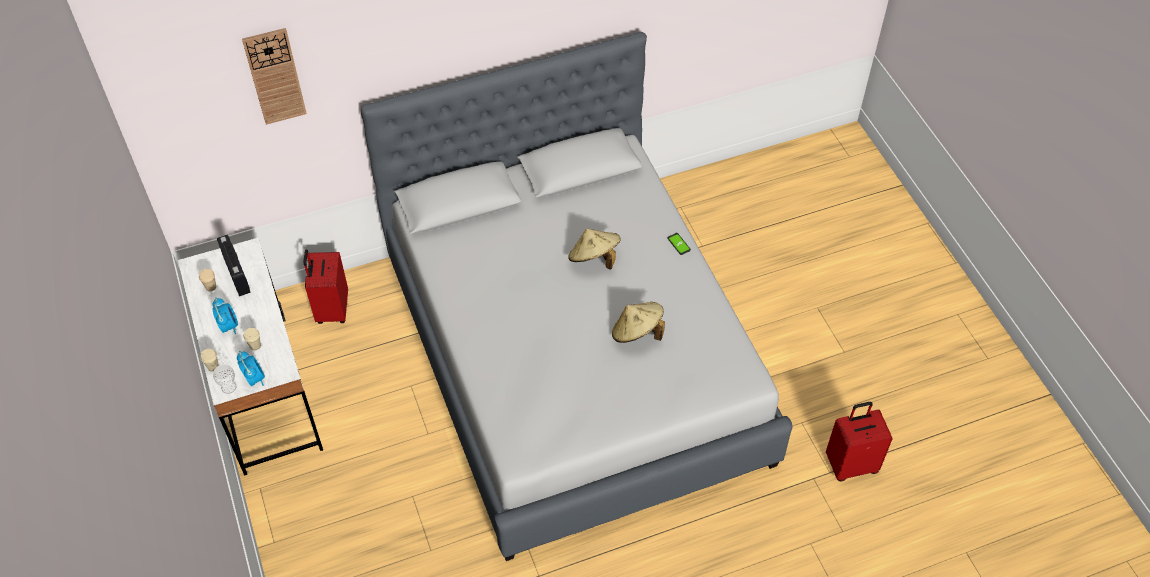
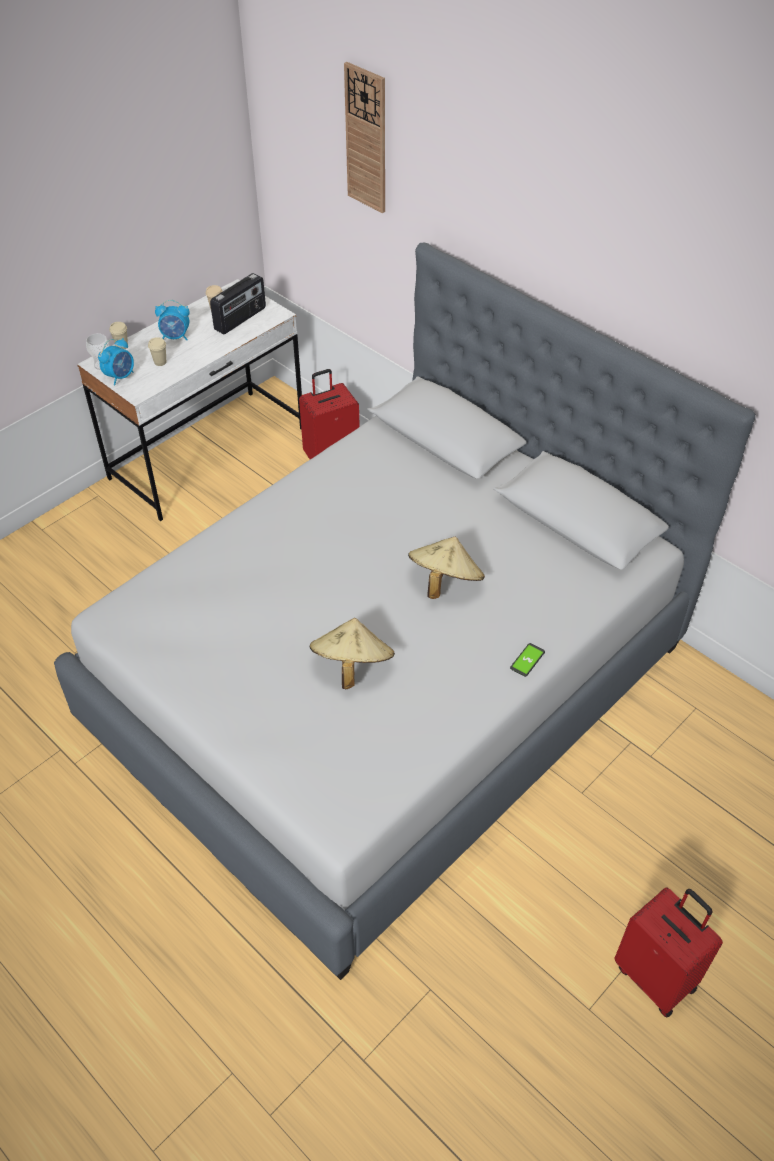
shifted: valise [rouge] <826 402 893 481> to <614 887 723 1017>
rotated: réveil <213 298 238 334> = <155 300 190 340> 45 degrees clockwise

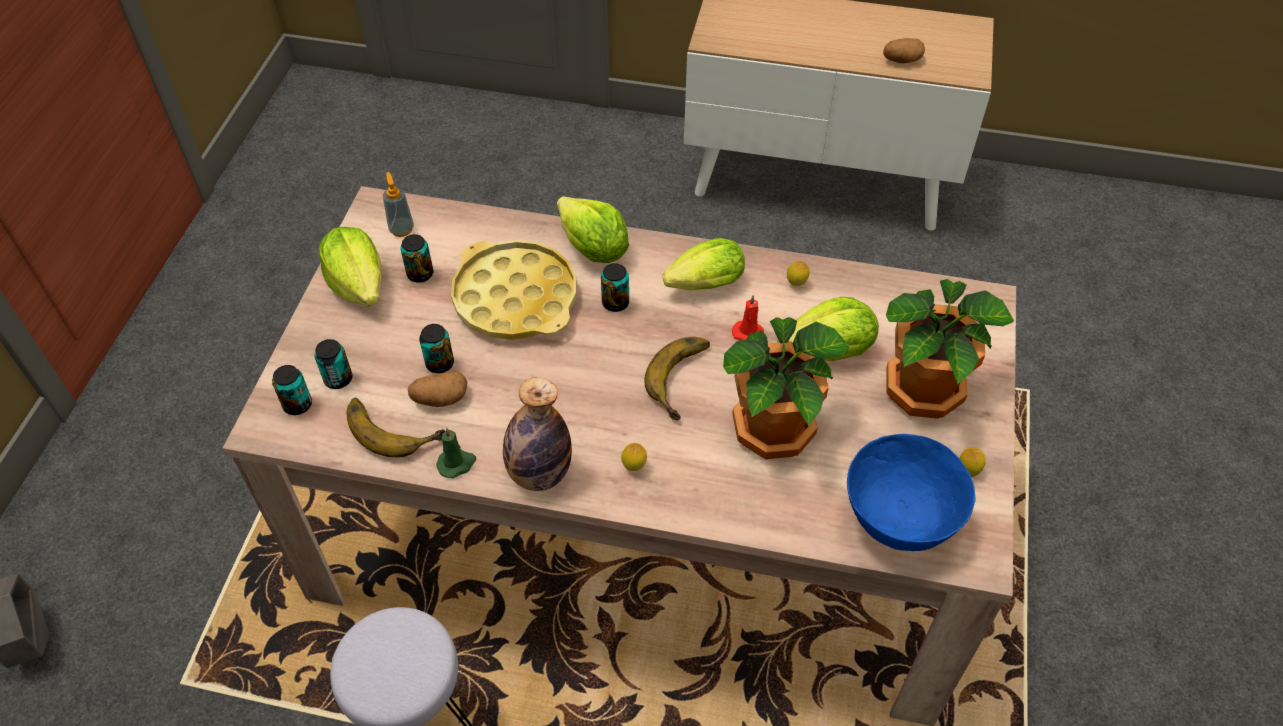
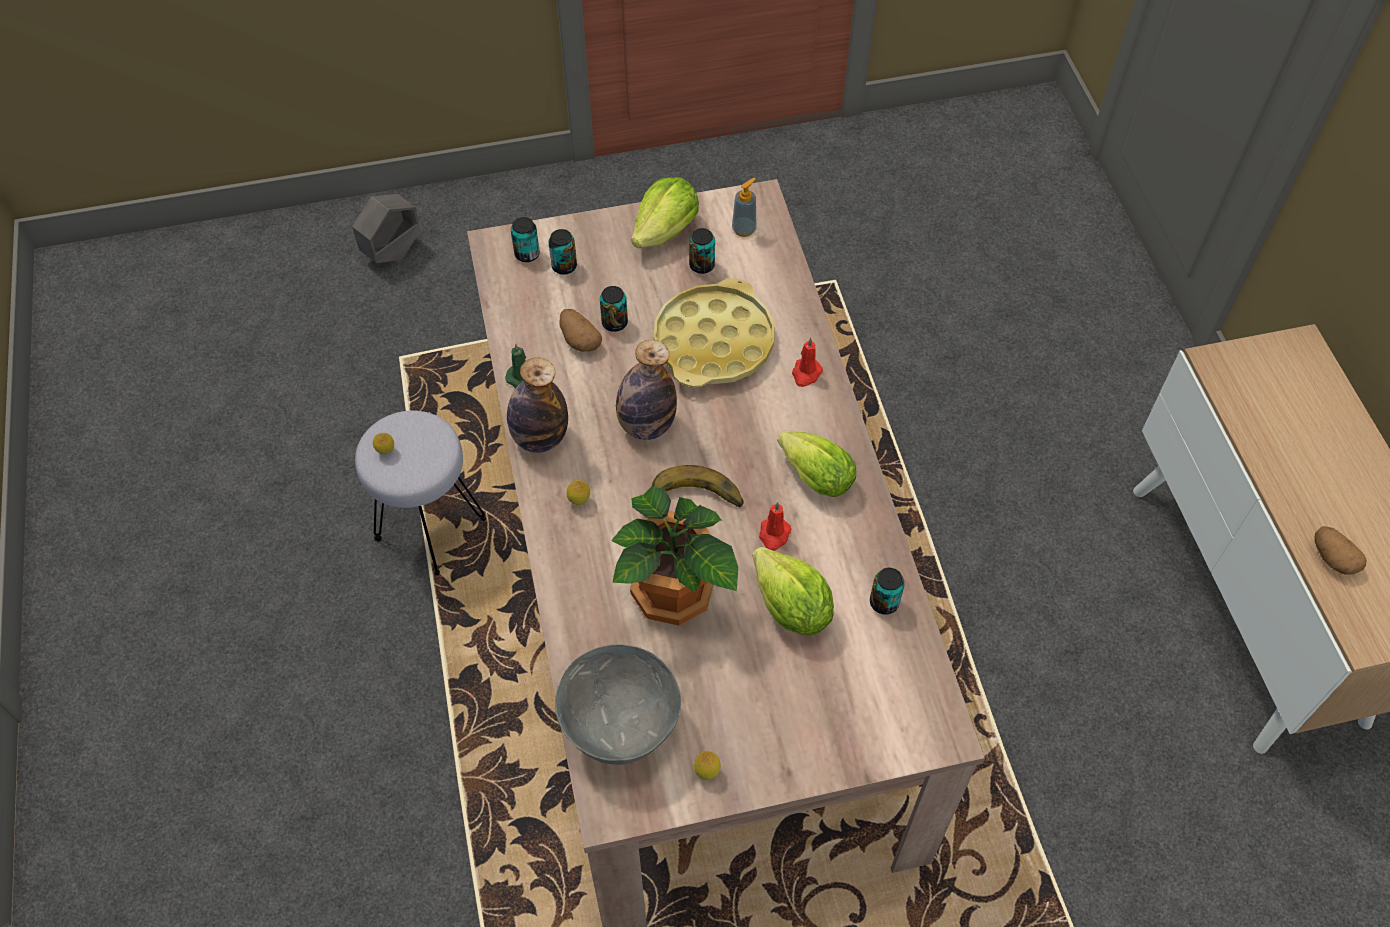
gone: plante en pot <886 279 1014 419>; banane <347 398 446 458>
new: bouteille <616 340 677 440>
shifted: citron <787 261 810 286> to <373 433 394 454>; boîte métallique <601 263 629 312> to <870 568 905 615>
swapped: laitue <557 196 629 263> to bougie [rouge] <792 338 823 387>
repainted: bol [bleu] <847 434 976 551> to bol [gris] <555 644 681 765>

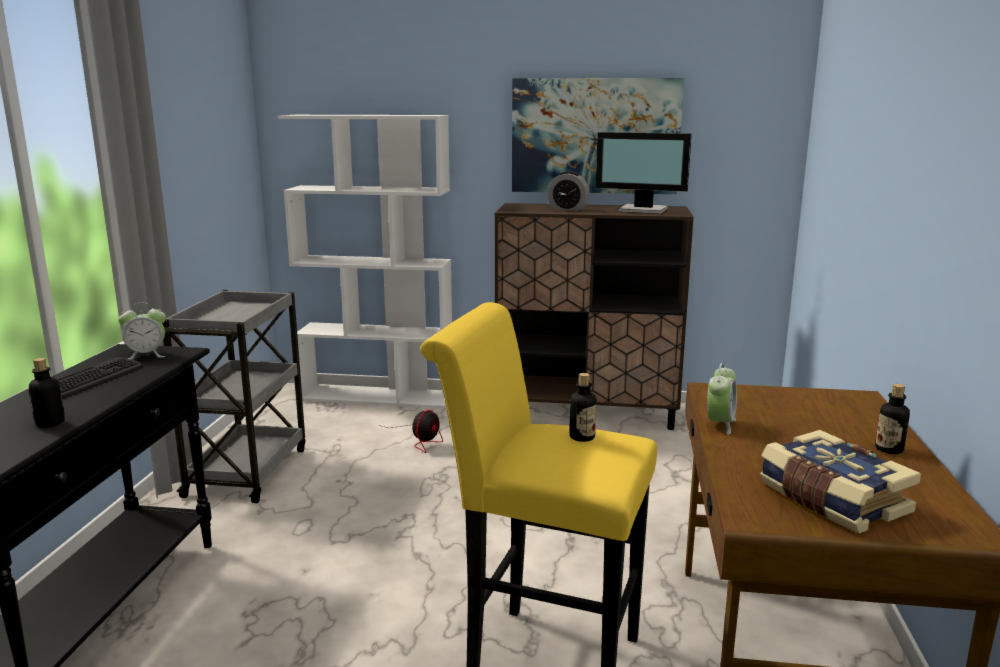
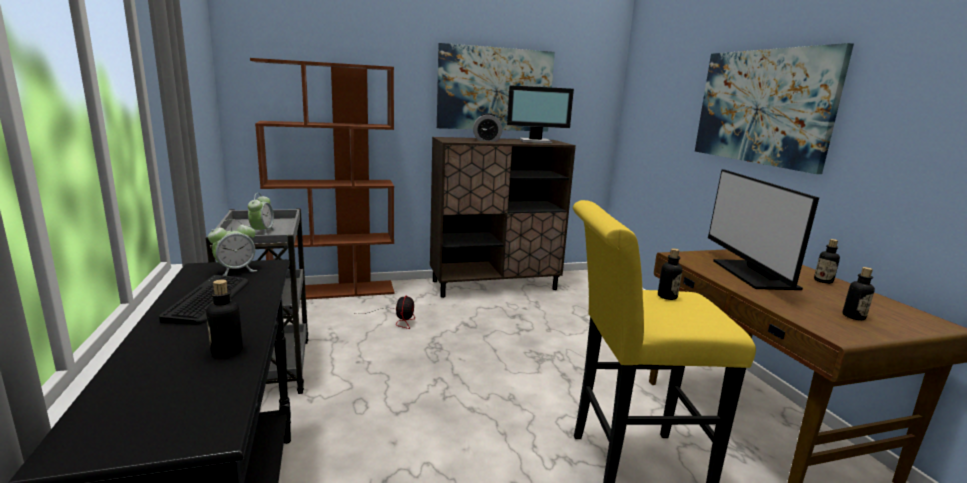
new: tableau <695 43 854 174>; écran d'ordinateur <708 169 819 290>
shifted: réveil <707 363 737 435> to <248 193 275 235>
swapped: livre <760 430 921 533> to bouteille <842 267 875 320>
repainted: bibliothèque [blanc] <278 115 452 409> to bibliothèque [marron] <250 58 394 300>

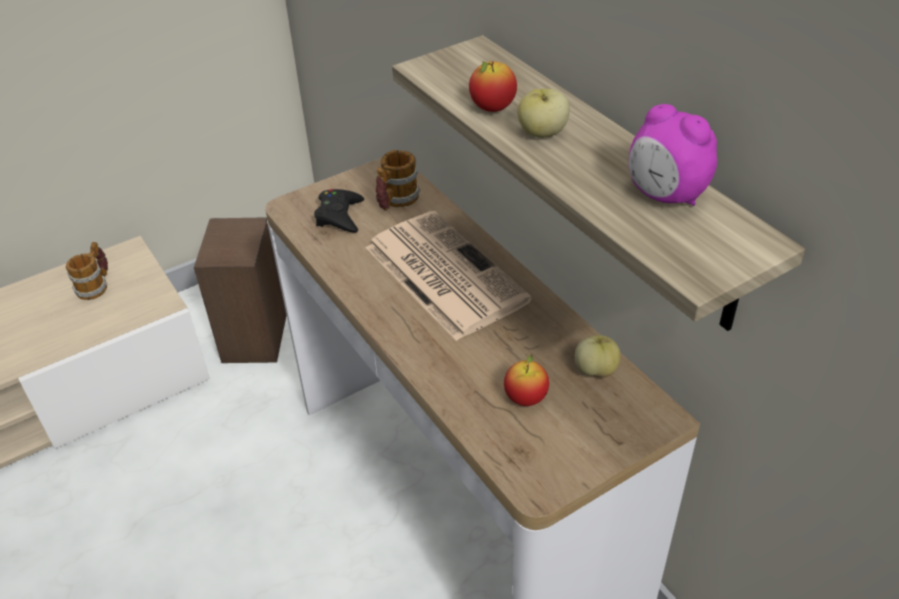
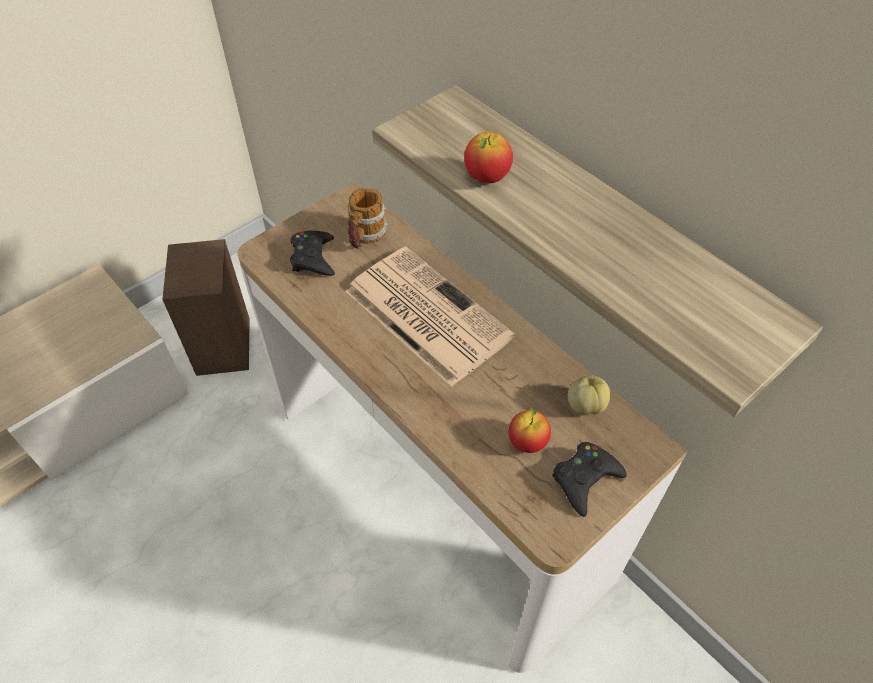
gone: pomme <517 89 570 138>; réveil <629 104 717 206>; mug <66 242 108 300>
new: manette [noir] <552 442 627 517>

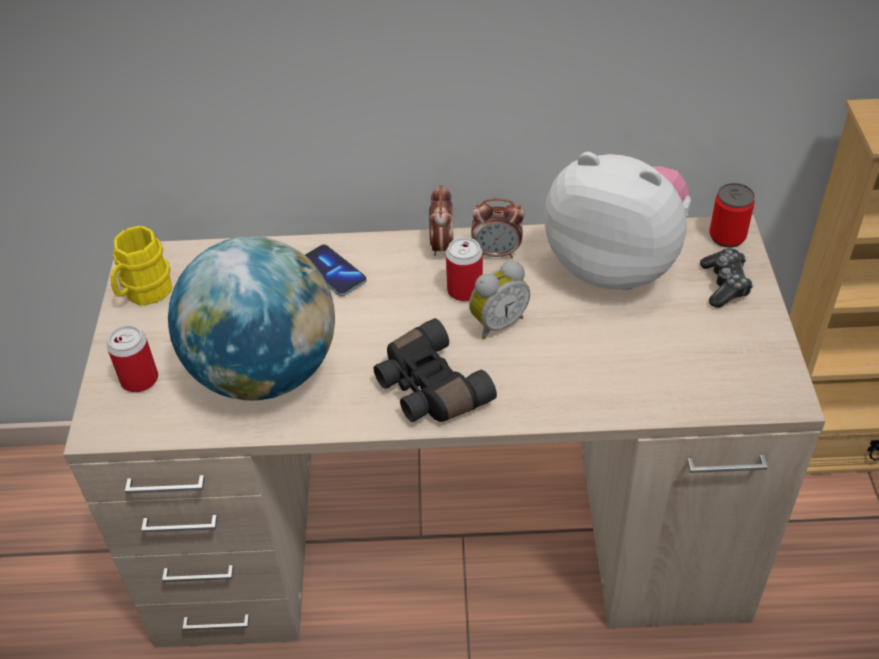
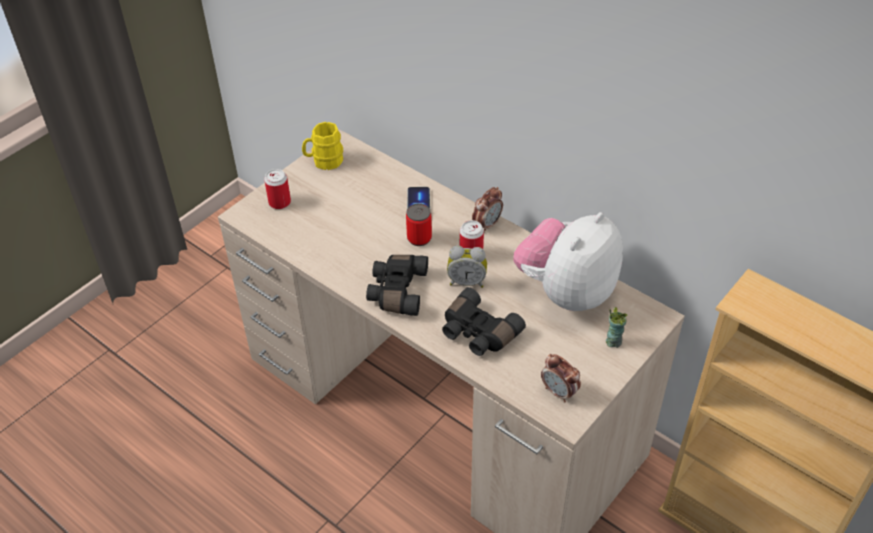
gone: globe <168 236 335 401>
new: jumelles [noir] <442 287 526 356>
shifted: boîte métallique <709 183 755 248> to <406 203 432 246>; réveil <471 198 524 258> to <541 354 581 402>
swapped: manette <700 248 753 308> to tasse <606 307 627 348>
rotated: peluche <545 152 691 290> = <513 212 623 311> 120 degrees counterclockwise

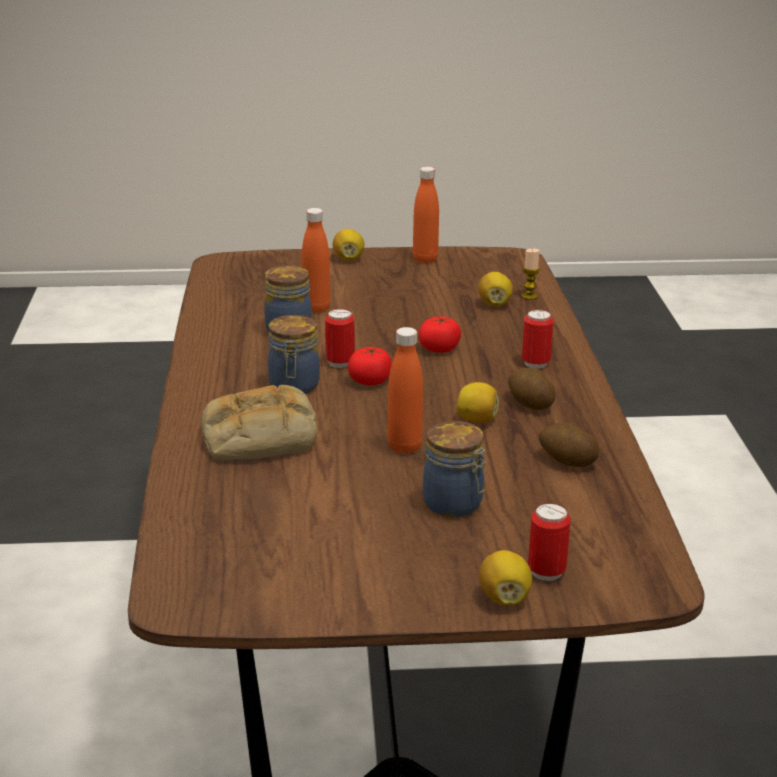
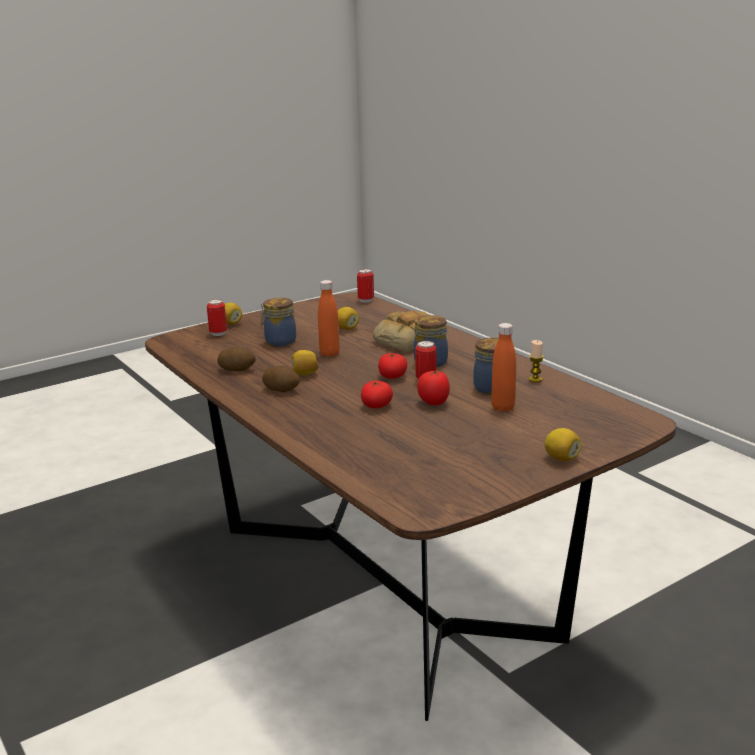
gone: bouteille [orange] <413 167 439 264>
new: tomate <417 370 450 405>
shifted: bougie <521 249 540 300> to <529 340 544 382>; citron <478 272 513 306> to <338 307 359 330>; boîte métallique <522 309 554 369> to <357 269 374 302>

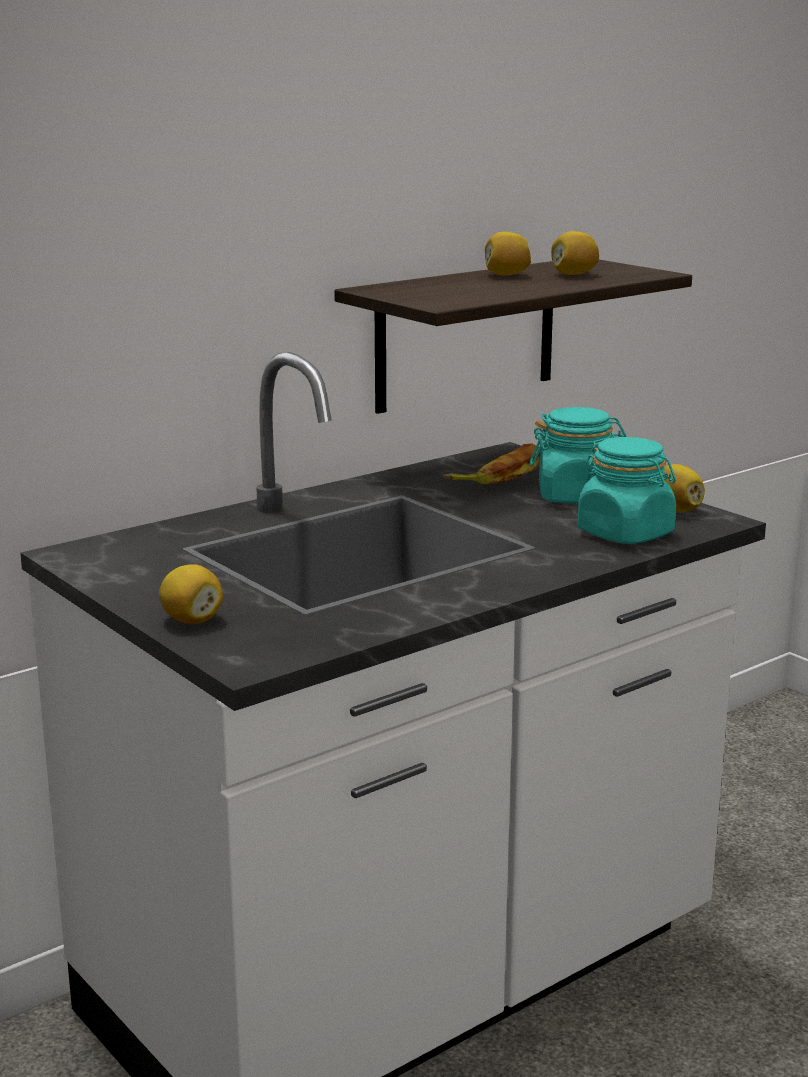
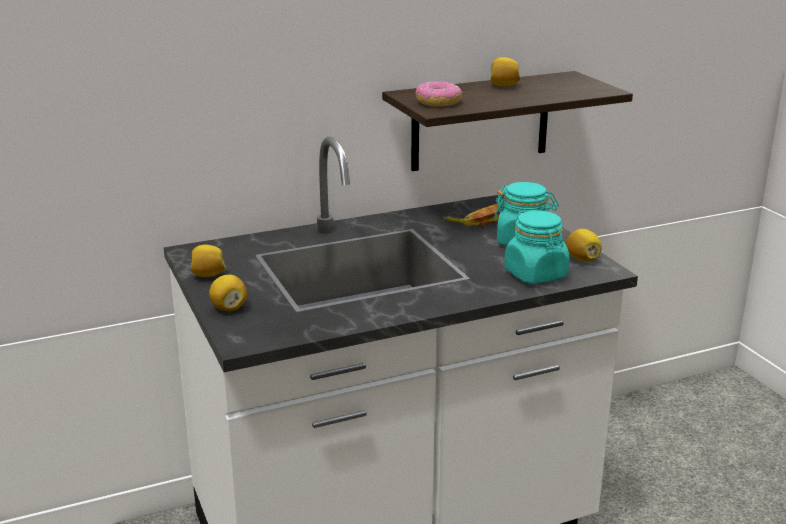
new: beignet <415 81 462 107>
shifted: citron <551 231 599 275> to <191 245 226 277>

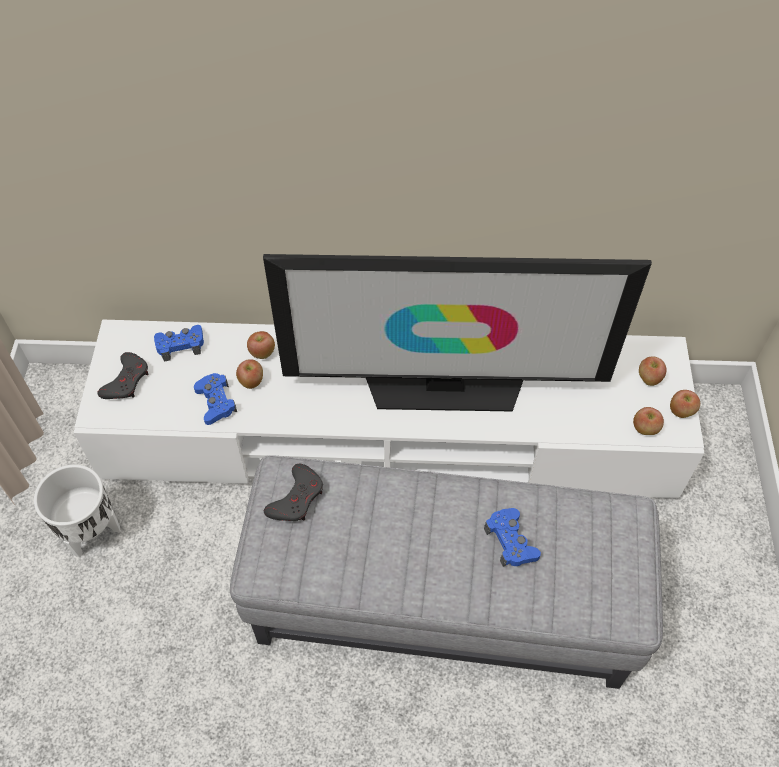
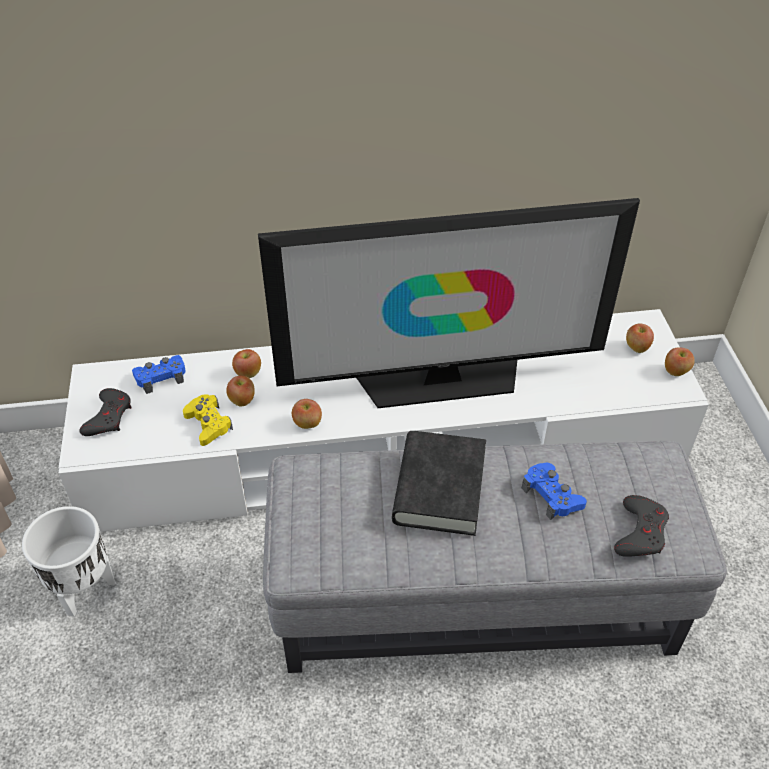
new: livre [noir] <392 431 486 536>
shifted: pomme <633 407 664 435> to <292 399 322 429>; manette [gris] <264 464 323 521> to <614 495 669 557>
repainted: manette [bleu] <194 373 237 425> to manette [jaune] <183 394 233 446>

